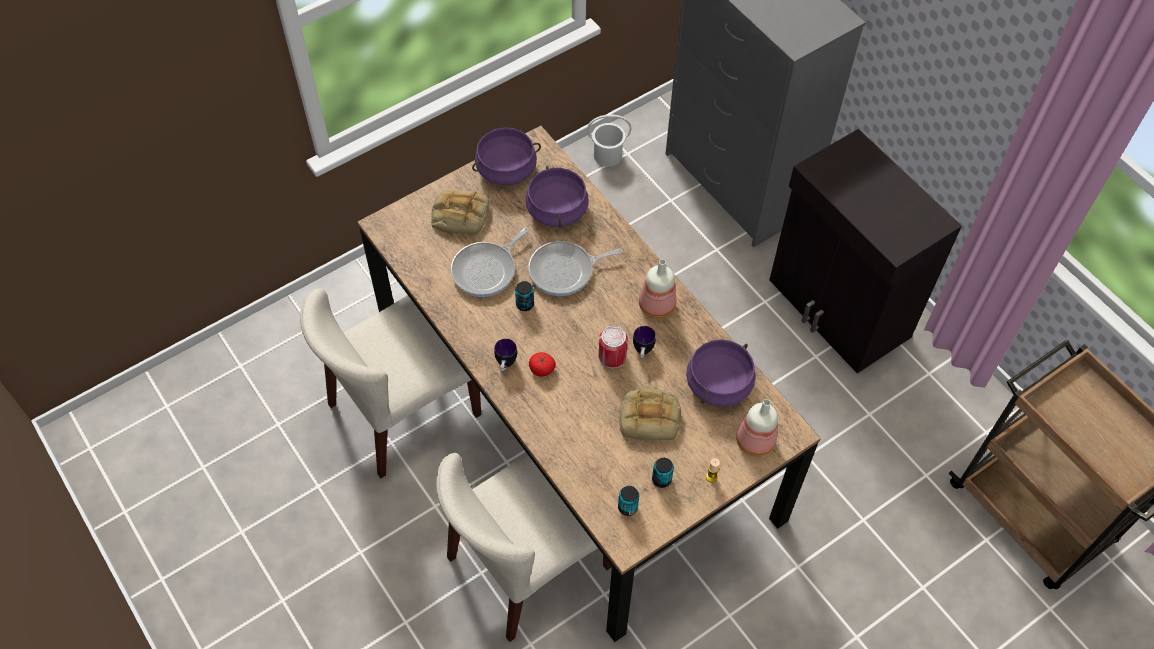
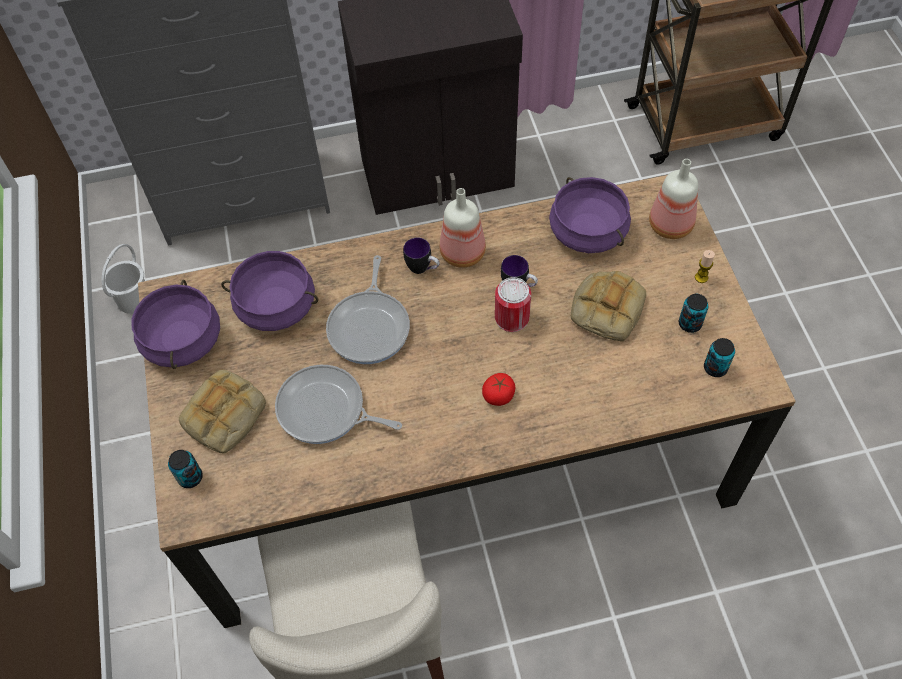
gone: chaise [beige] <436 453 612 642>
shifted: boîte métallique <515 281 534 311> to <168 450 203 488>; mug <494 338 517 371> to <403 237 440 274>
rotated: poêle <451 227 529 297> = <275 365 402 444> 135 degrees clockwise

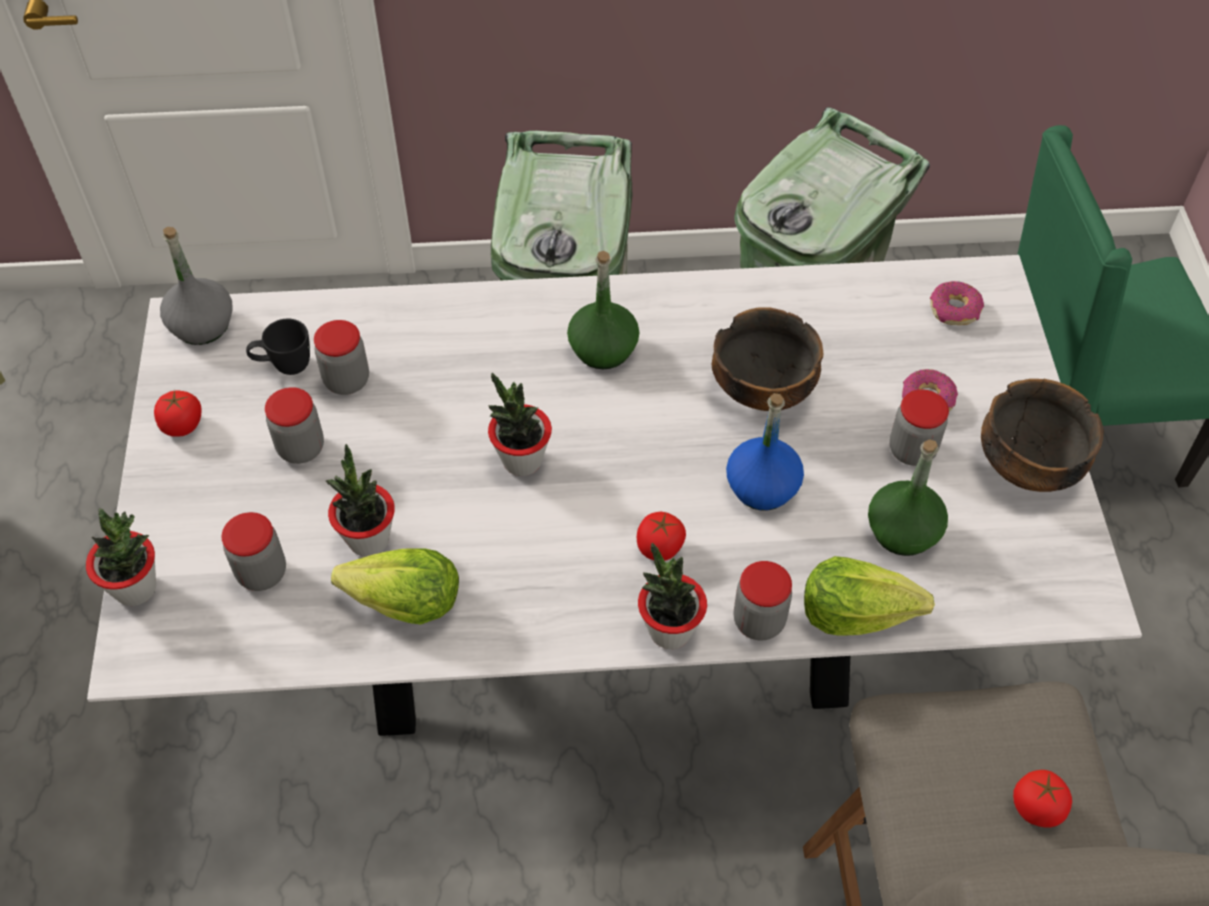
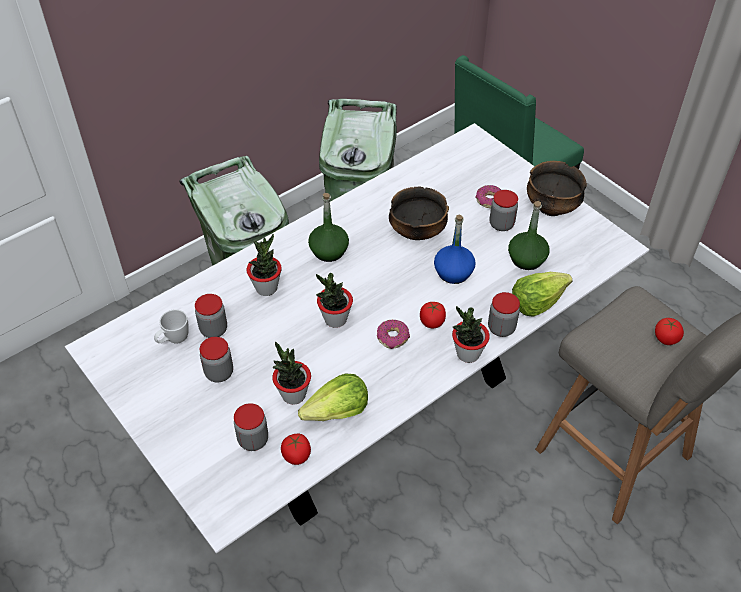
gone: bouteille [gris] <160 227 233 345>
shifted: beignet <930 281 984 325> to <377 320 410 349>; tomate <154 390 202 437> to <281 434 311 465>; plante en pot <86 508 156 606> to <246 234 282 296>
repainted: mug [noir] <246 319 310 375> to mug [blanc] <154 309 189 343>

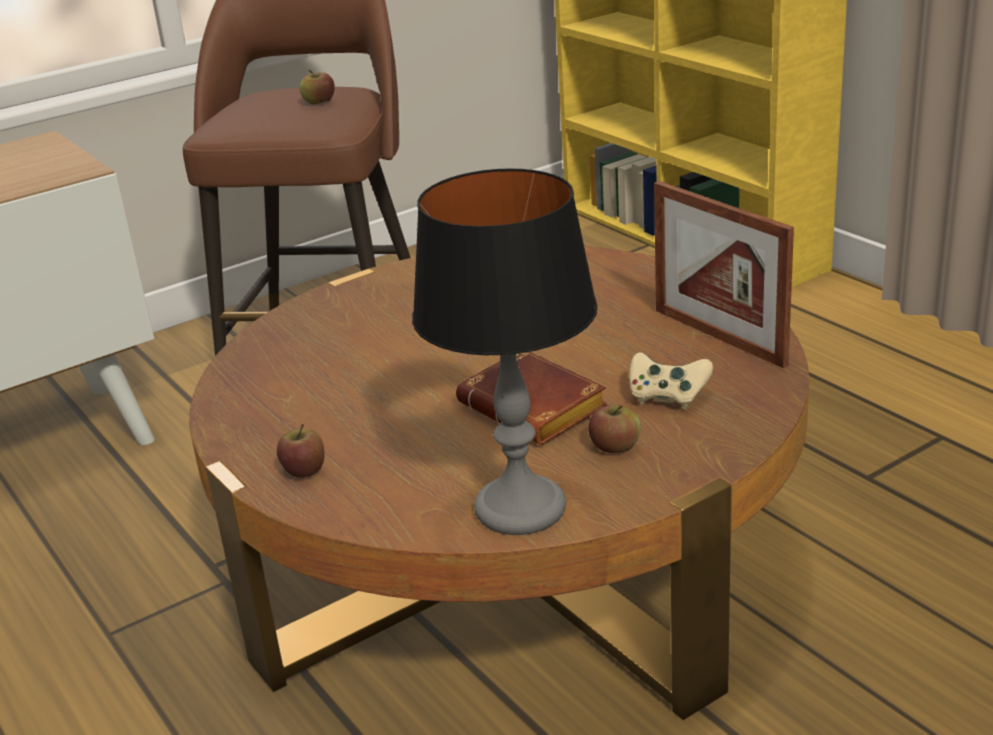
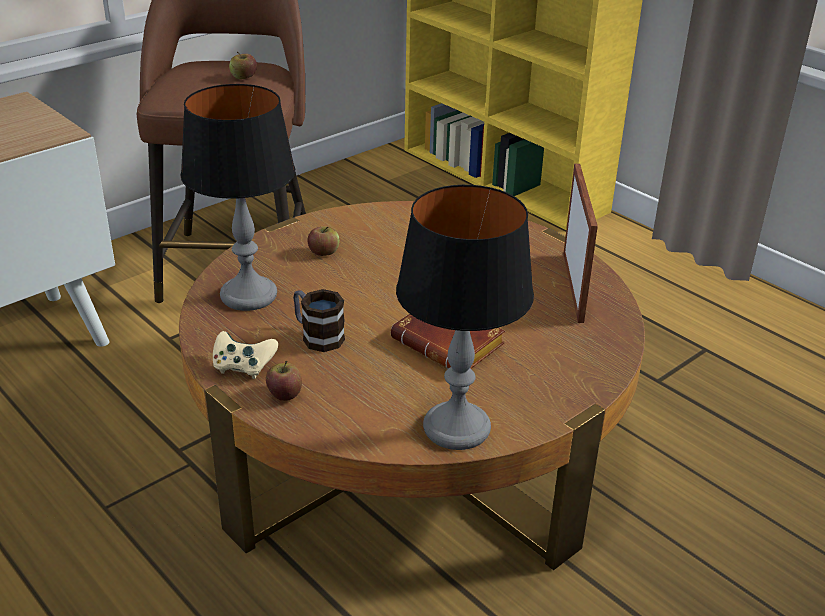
new: lampe de table <180 84 295 311>; mug <293 289 345 352>
shifted: manette [beige] <629 352 713 410> to <213 331 278 379>; pomme <588 405 641 453> to <308 226 340 256>
rotated: cadre photo <654 181 794 368> = <563 164 598 323> 135 degrees counterclockwise

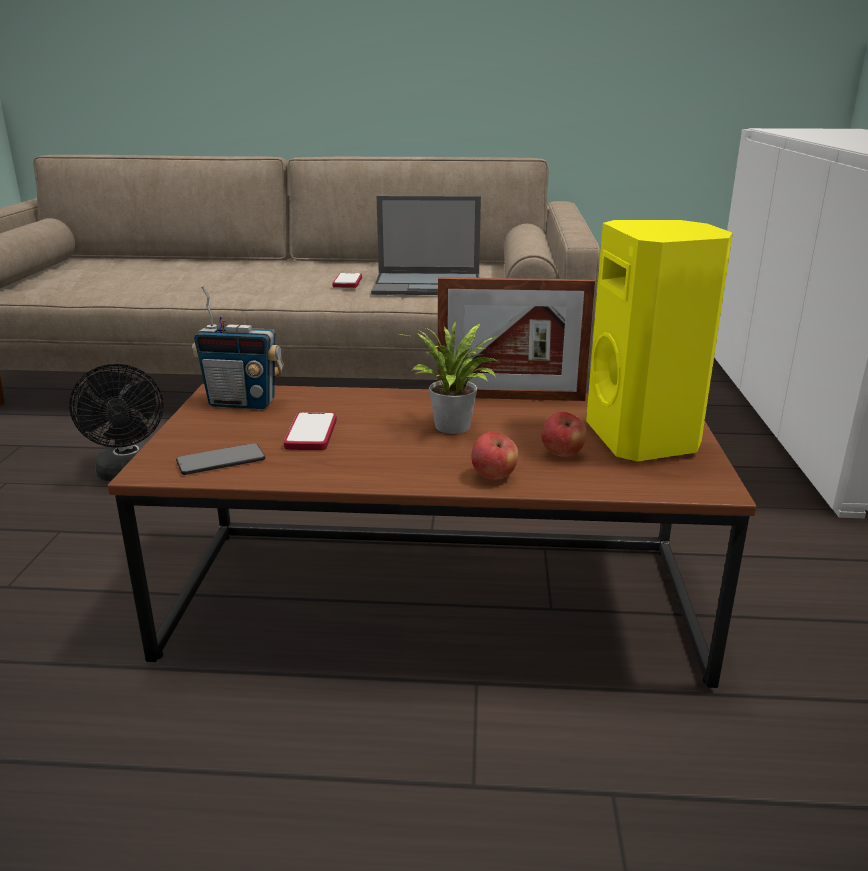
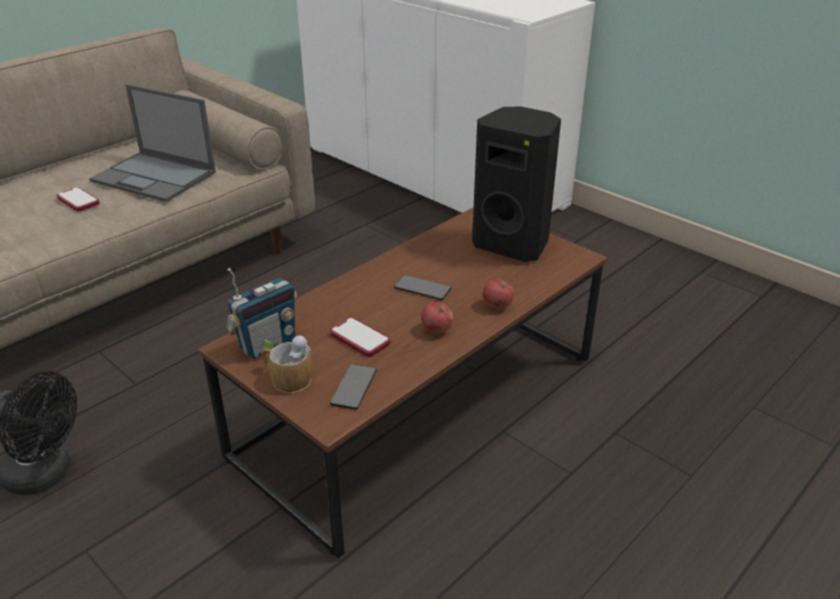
gone: cadre photo <438 277 595 401>
new: mug <261 334 312 393>
shifted: pomme <541 412 587 457> to <421 302 453 334>
swapped: plante en pot <405 319 499 434> to téléphone <394 275 451 300>
repainted: enceinte [jaune] <586 220 733 462> to enceinte [noir] <472 106 561 262>
rotated: ordinateur portable <371 196 481 295> = <89 84 216 202> 75 degrees clockwise

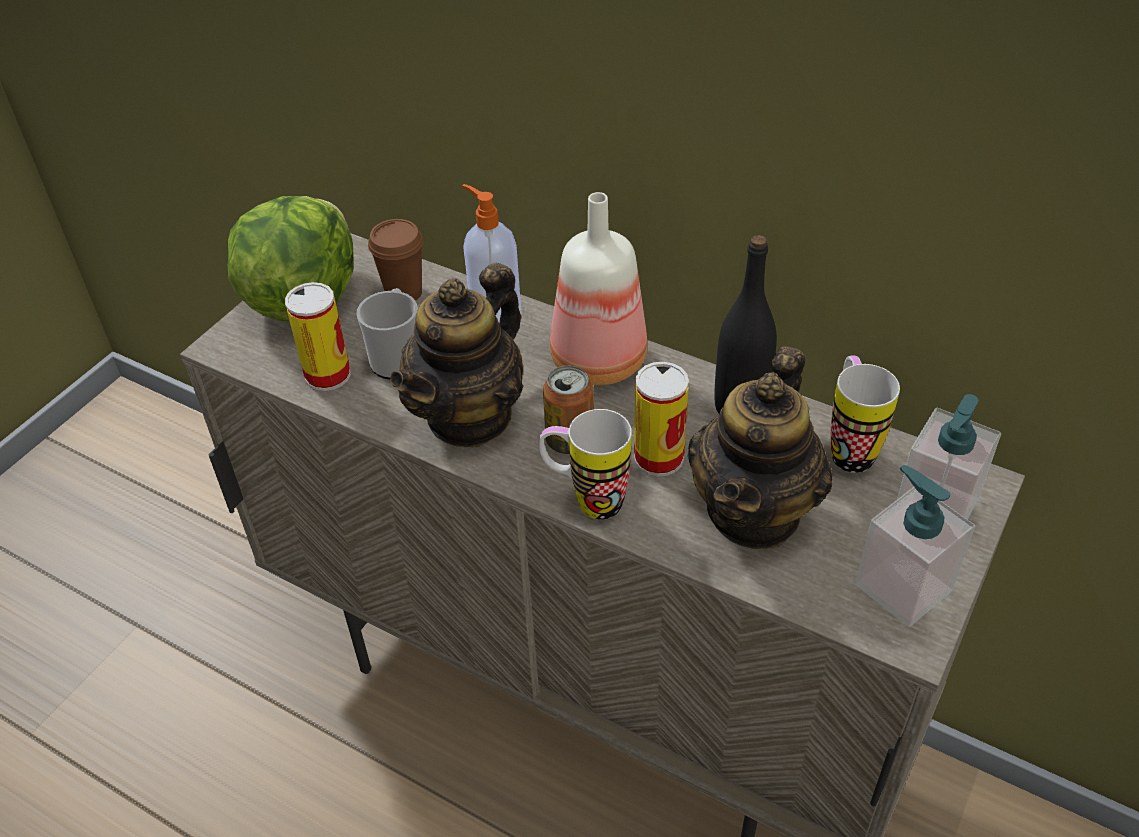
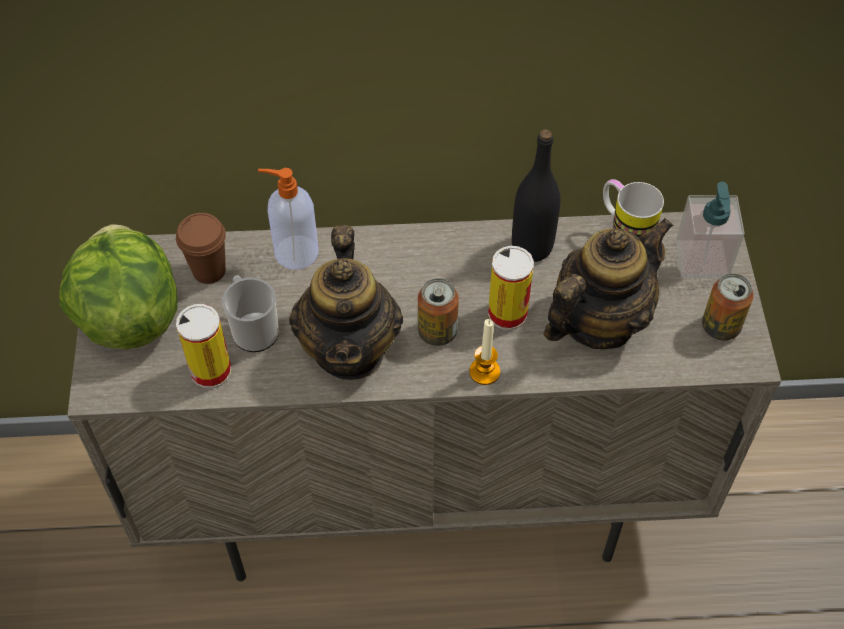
gone: bouteille <550 192 647 385>
swapped: mug <539 409 632 519> to bougie <469 319 500 385>; distributeur de savon <855 465 975 627> to boîte métallique <702 274 753 341>
rotated: théière <687 346 832 549> = <543 218 673 349> 120 degrees counterclockwise

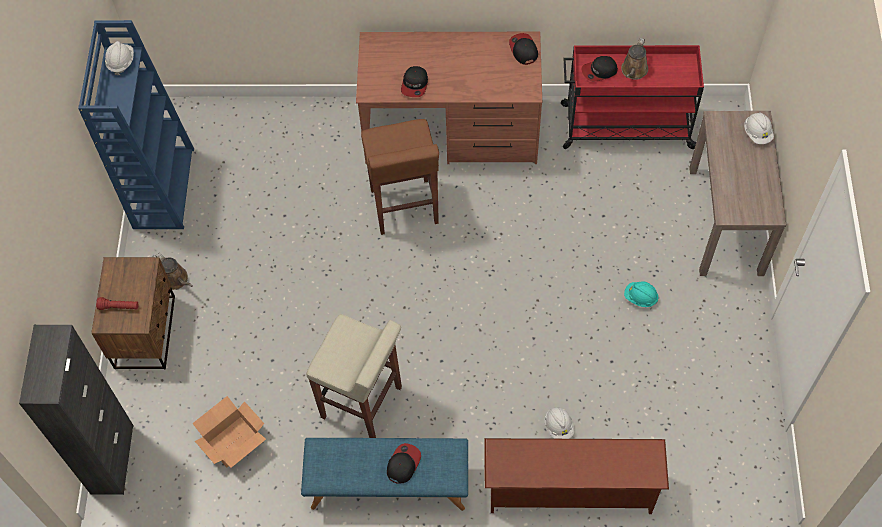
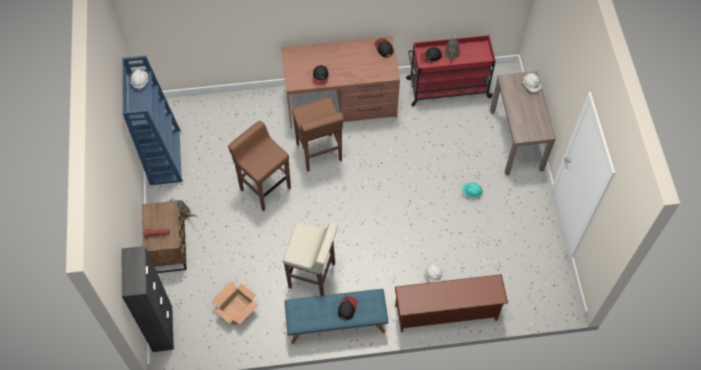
new: tabouret [marron] <228 121 291 211>

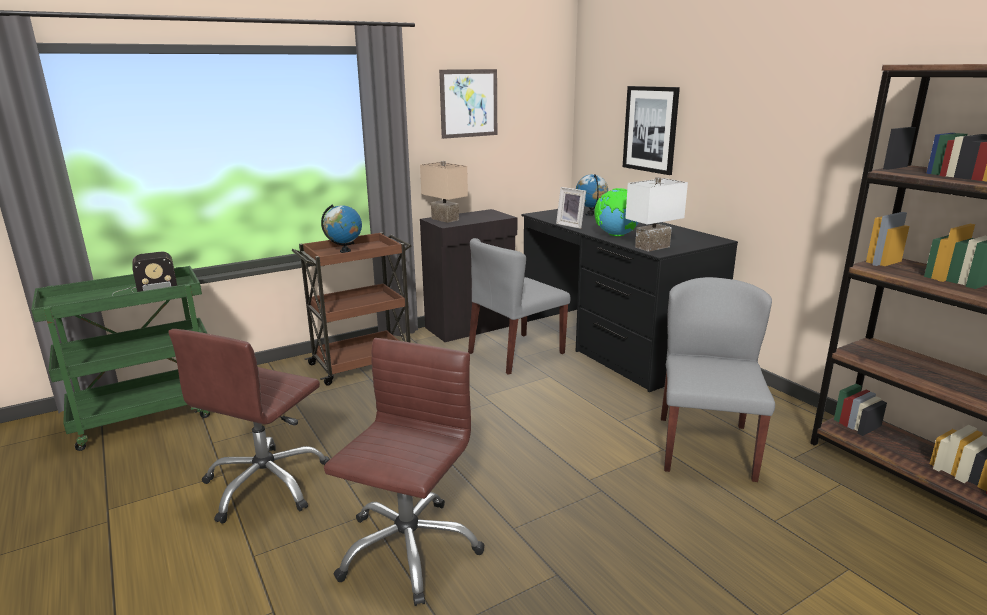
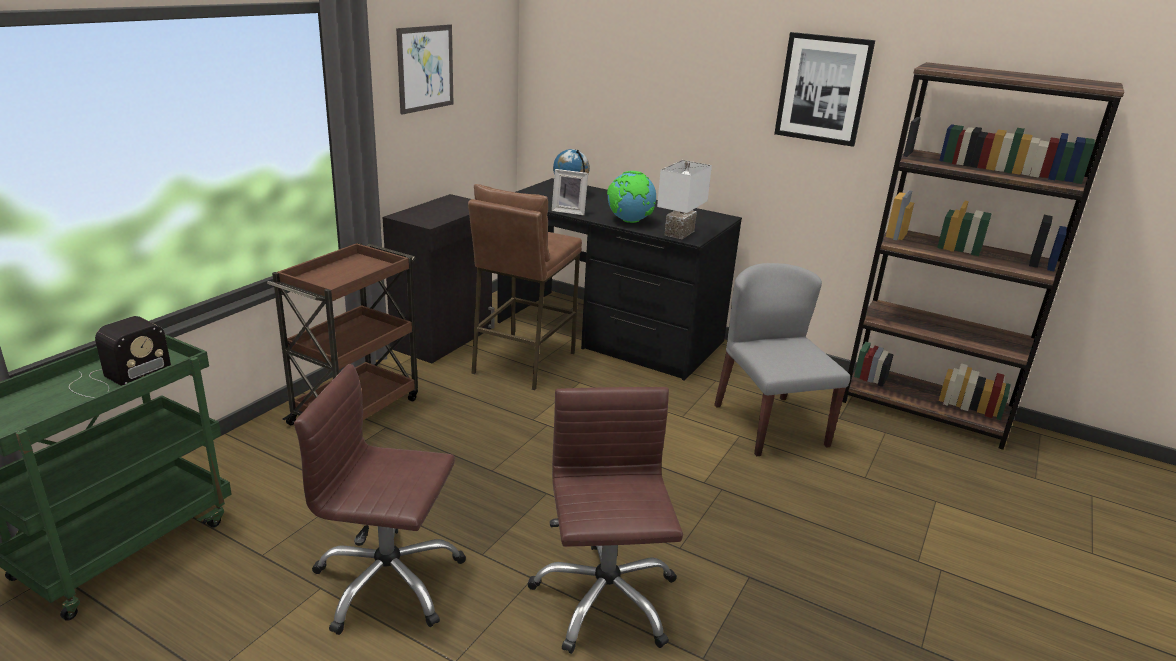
gone: lampe de table [beige] <420 161 468 223>; globe <321 204 362 253>
shifted: tableau <623 86 680 175> to <774 32 875 147>
swapped: chaise [gris] <468 238 571 375> to tabouret [marron] <468 184 582 390>
rotated: chaise de bureau [marron] <169 329 330 524> = <294 364 466 635> 105 degrees clockwise

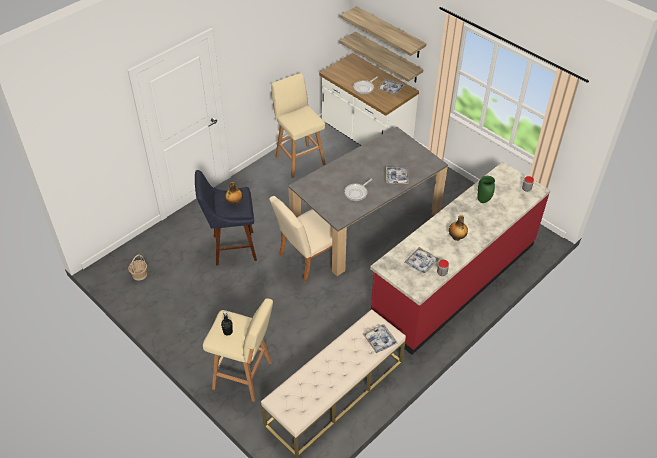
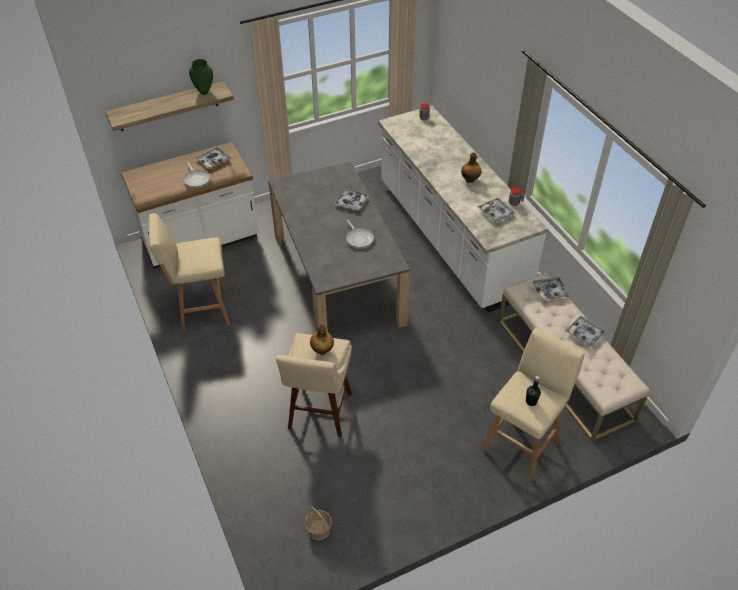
gone: étagère <340 32 424 83>; chaise [beige] <269 196 332 282>
new: plateau <565 316 607 347>
shifted: vase [vert] <478 176 495 203> to <189 59 213 95>
repainted: comptoir de cuisine [rouge] <370 162 551 355> to comptoir de cuisine [blanc] <378 106 548 313>; tabouret [bleu] <195 170 257 265> to tabouret [beige] <276 333 352 437>

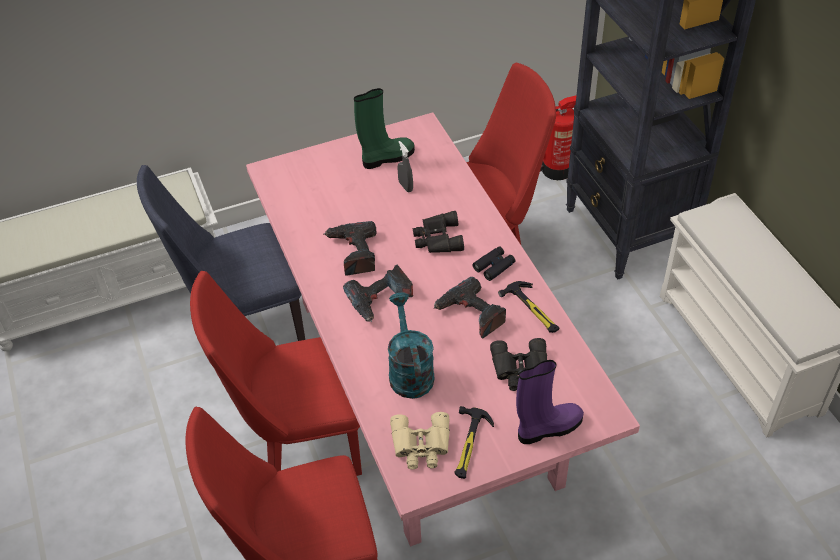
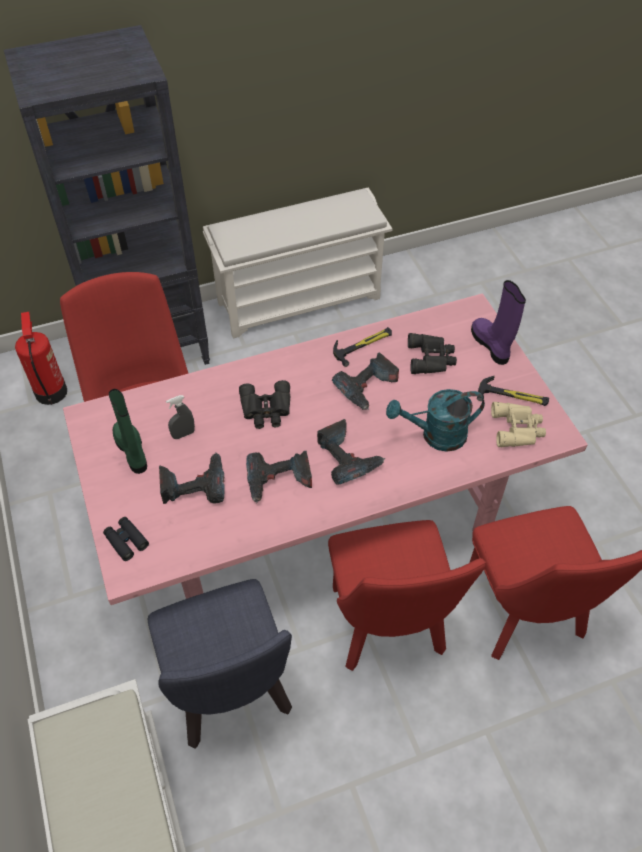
new: perceuse <159 453 225 504>
shifted: jumelles [noir] <473 246 515 281> to <103 517 149 561>

